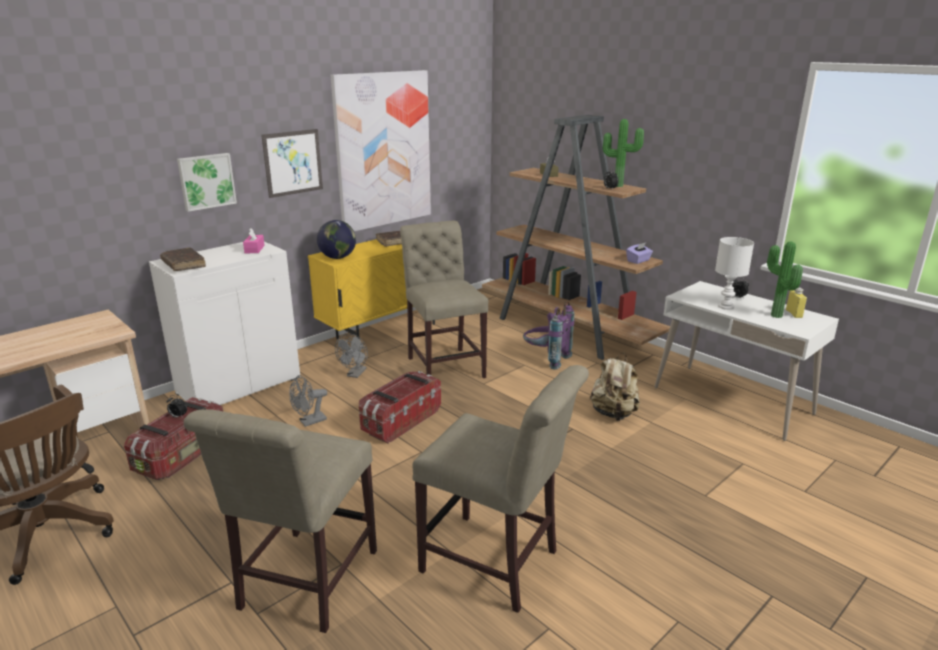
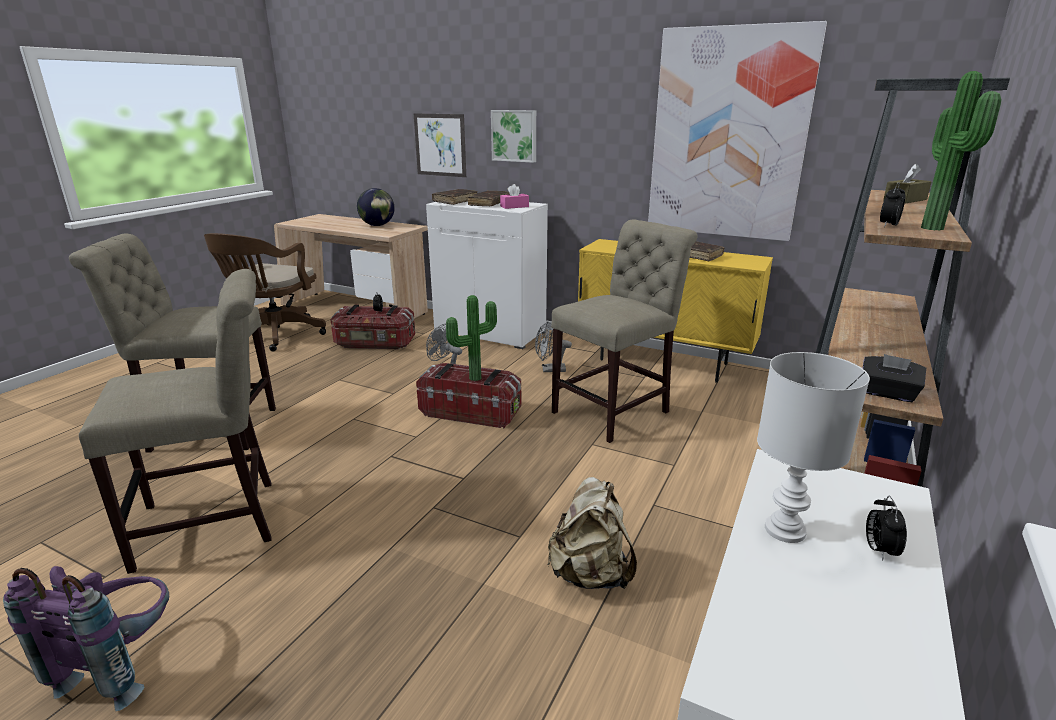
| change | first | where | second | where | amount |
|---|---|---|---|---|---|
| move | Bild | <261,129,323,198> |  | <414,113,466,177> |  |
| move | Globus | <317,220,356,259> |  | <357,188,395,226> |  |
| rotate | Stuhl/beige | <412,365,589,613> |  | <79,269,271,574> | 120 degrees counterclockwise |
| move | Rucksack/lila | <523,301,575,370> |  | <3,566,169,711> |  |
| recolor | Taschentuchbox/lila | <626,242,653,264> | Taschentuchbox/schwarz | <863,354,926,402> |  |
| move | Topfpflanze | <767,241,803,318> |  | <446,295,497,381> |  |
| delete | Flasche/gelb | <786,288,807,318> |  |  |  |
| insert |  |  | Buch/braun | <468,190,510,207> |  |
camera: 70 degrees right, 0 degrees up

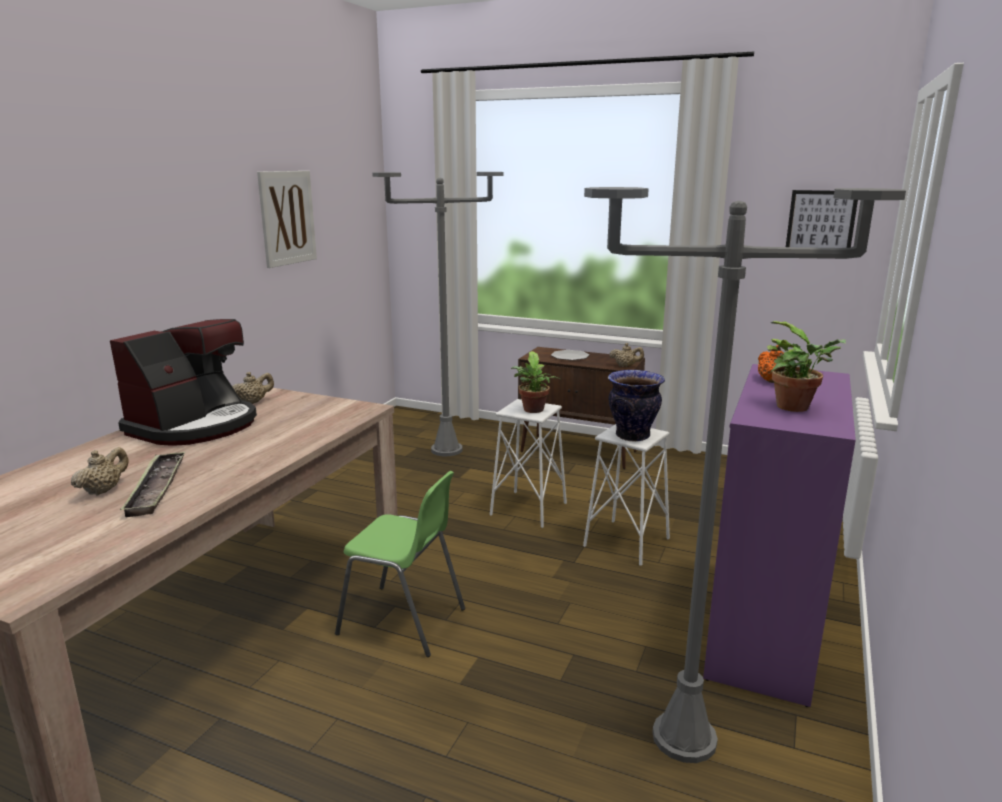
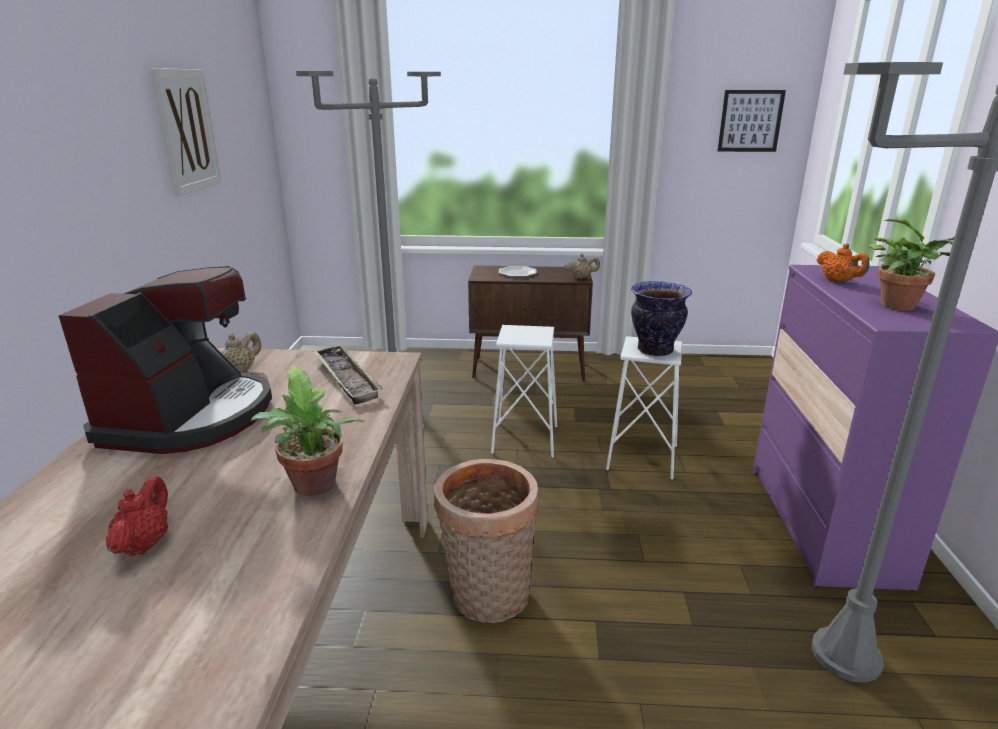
| change | first | where | second | where | amount |
|---|---|---|---|---|---|
| recolor | Teekanne/beige | <71,447,129,495> | Teekanne/rot | <106,475,168,556> |  |
| move | Tablett | <120,452,185,517> |  | <313,344,383,405> |  |
| replace | Stuhl/grün | <335,471,465,657> | Korb | <434,459,539,623> |  |
| move | Topfpflanze | <511,351,561,413> |  | <251,367,364,496> |  |
camera: 20 degrees left, 5 degrees up

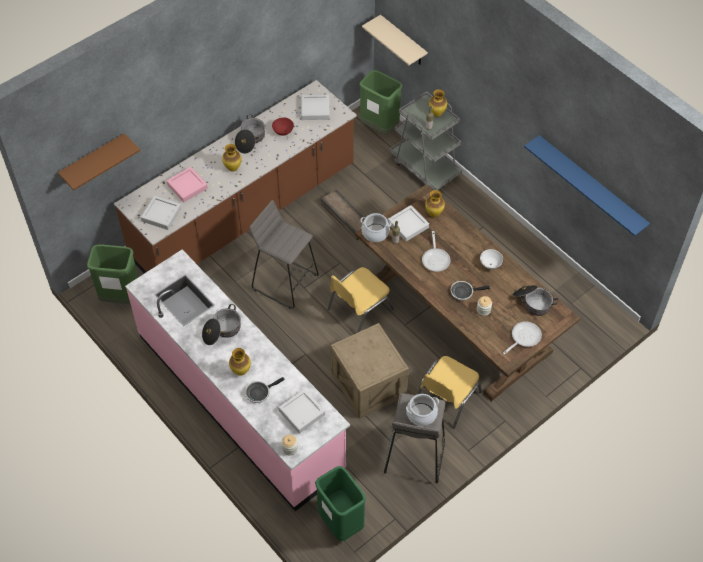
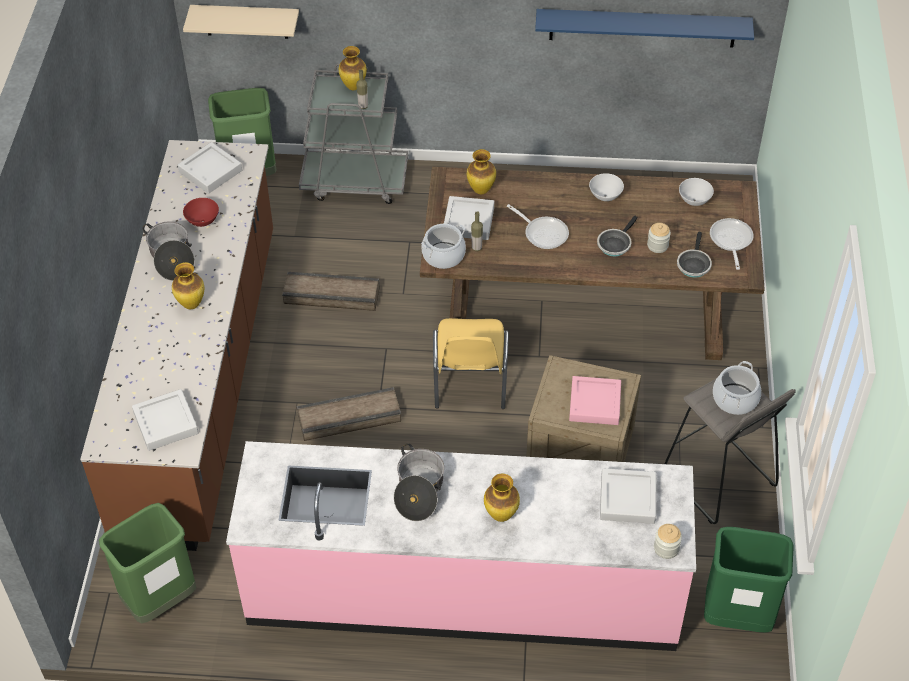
| change | first | where | second | where | amount |
|---|---|---|---|---|---|
| delete | Wandregal/braun | <58,133,140,190> |  |  |  |
| move | Tablett/rosa | <167,167,208,203> |  | <569,376,621,425> |  |
| move | Pfanne | <245,377,285,403> |  | <677,231,712,278> |  |
| replace | Hocker/grau | <249,200,319,309> | Kiste | <297,387,401,441> |  |
| delete | Stuhl/gelb | <418,356,482,429> |  |  |  |
| replace | Kochtopf | <512,285,558,316> | Schüssel/weiß | <679,178,714,206> |  |
camera: 45 degrees left, 5 degrees down

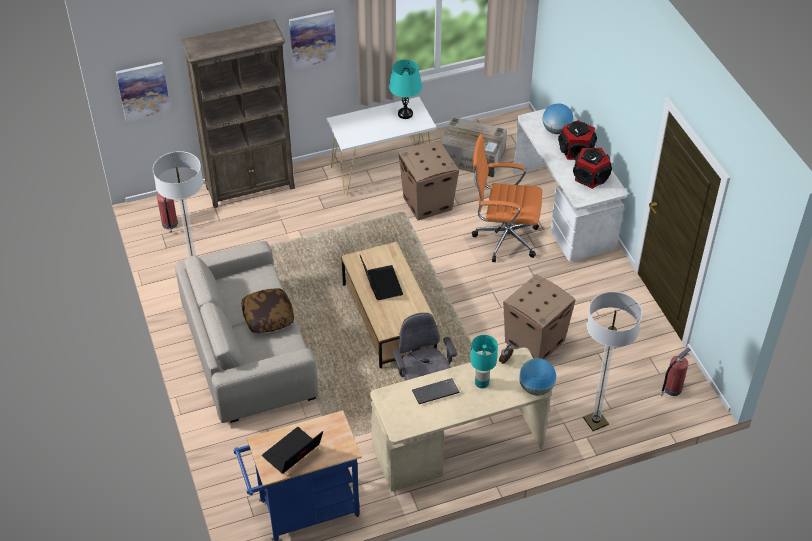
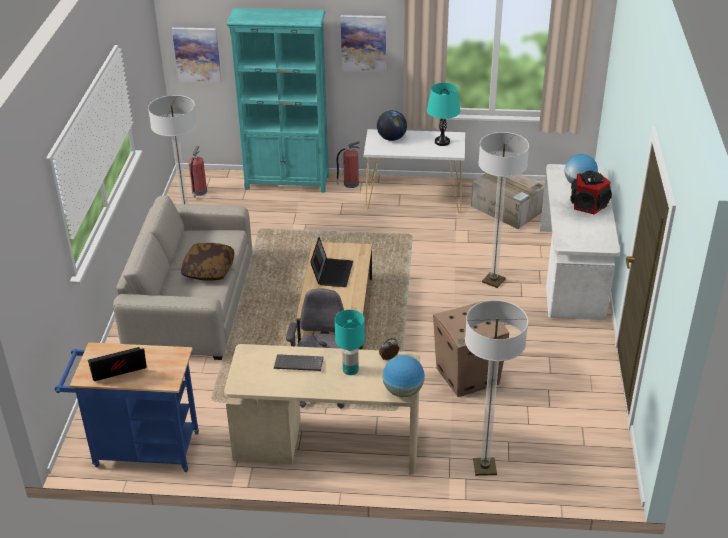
| change | first | where | second | where | amount |
|---|---|---|---|---|---|
| recolor | Bücherregal/braun | <180,19,295,208> | Bücherregal/türkis | <226,8,329,193> |  |
| delete | Karton | <399,141,459,220> |  |  |  |
| replace | Bürostuhl/orange | <472,134,542,262> | Stehlampe | <478,132,529,288> |  |
| delete | Lautsprecher | <573,148,612,189> |  |  |  |
| move | Feuerlöscher | <660,348,690,396> |  | <336,141,360,188> |  |
| insert |  |  | Globus | <377,110,407,141> |  |
camera: 25 degrees right, 10 degrees down

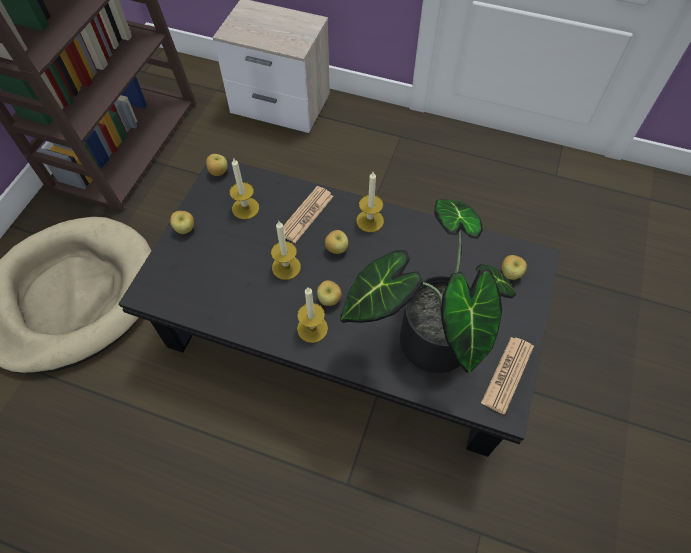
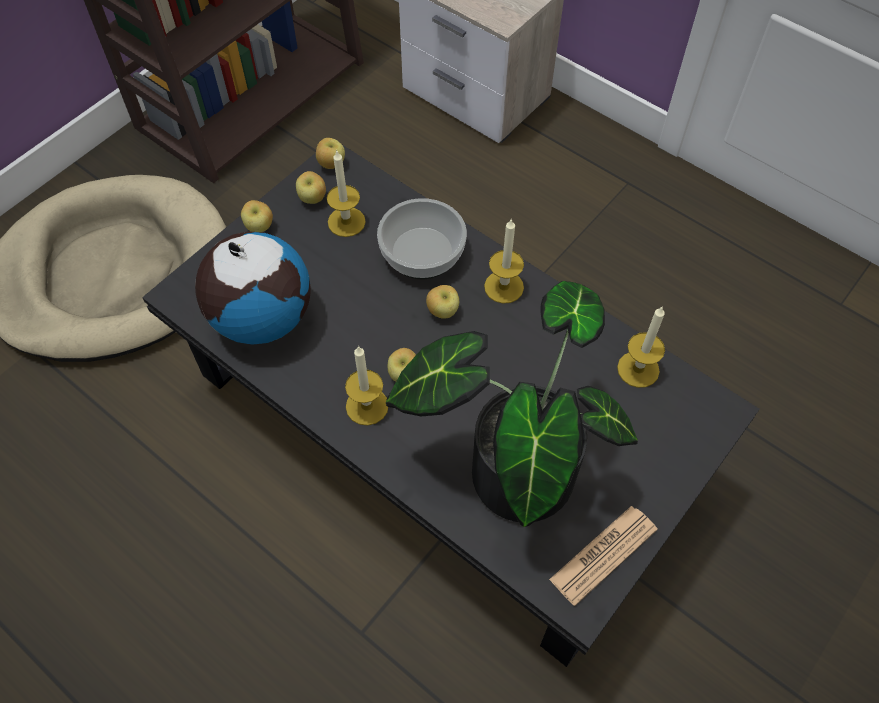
| change | first | where | second | where | amount |
|---|---|---|---|---|---|
| move | Kerze | <271,220,301,280> |  | <617,307,665,388> |  |
| replace | Zeitung | <283,186,334,243> | Schüssel | <377,198,467,279> |  |
| move | Apfel | <502,255,527,280> |  | <296,171,326,204> |  |
| insert |  |  | Globus | <195,231,311,345> |  |
camera: 20 degrees right, 0 degrees up

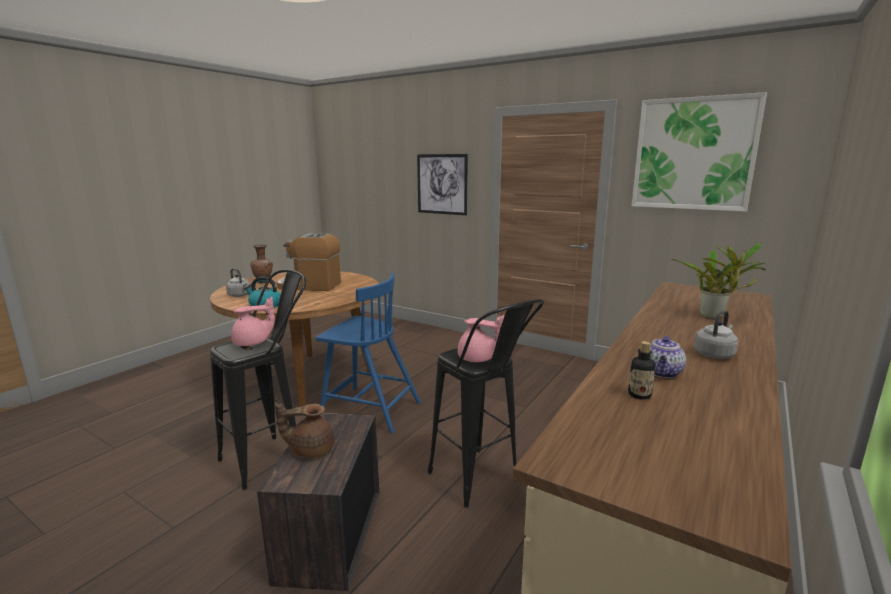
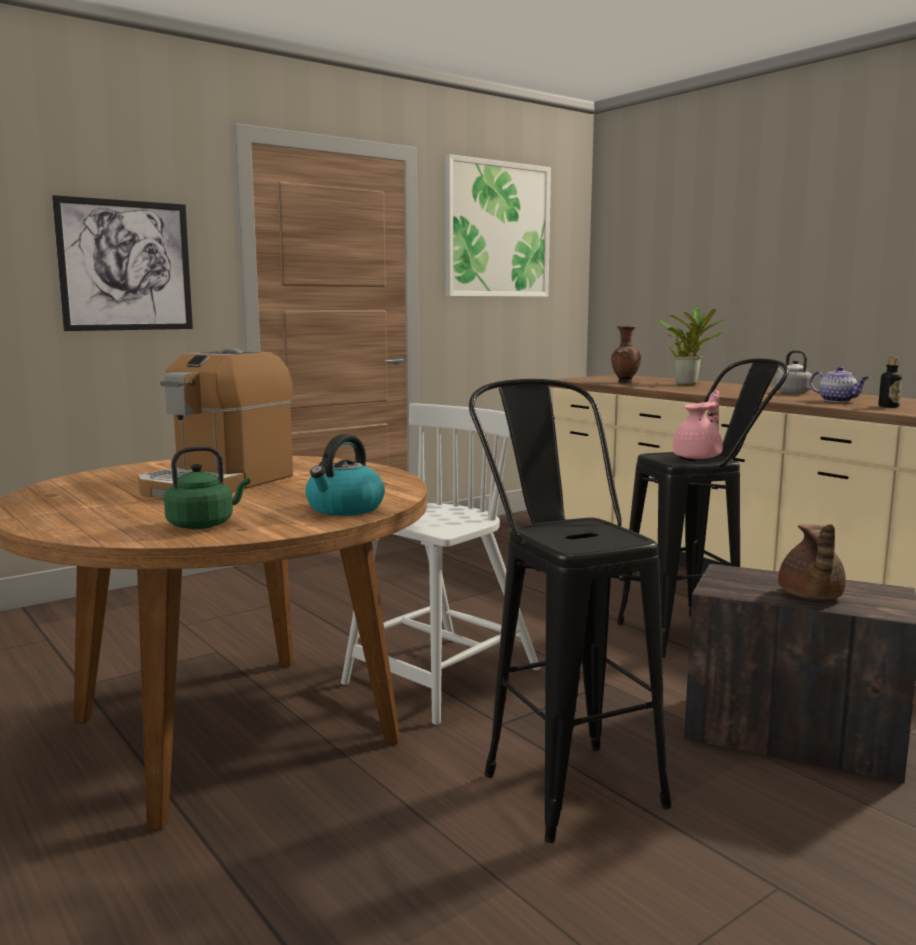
| change | first | where | second | where | amount |
|---|---|---|---|---|---|
| recolor | Wasserkessel/grau | <226,268,251,297> | Wasserkessel/grün | <164,446,250,529> |  |
| delete | Teekanne/rosa | <231,297,275,346> |  |  |  |
| move | Vase/braun | <250,244,273,284> |  | <611,326,641,383> |  |
| recolor | Stuhl/blau | <316,273,421,433> | Stuhl/weiß | <341,403,540,725> |  |
camera: 70 degrees left, 5 degrees down

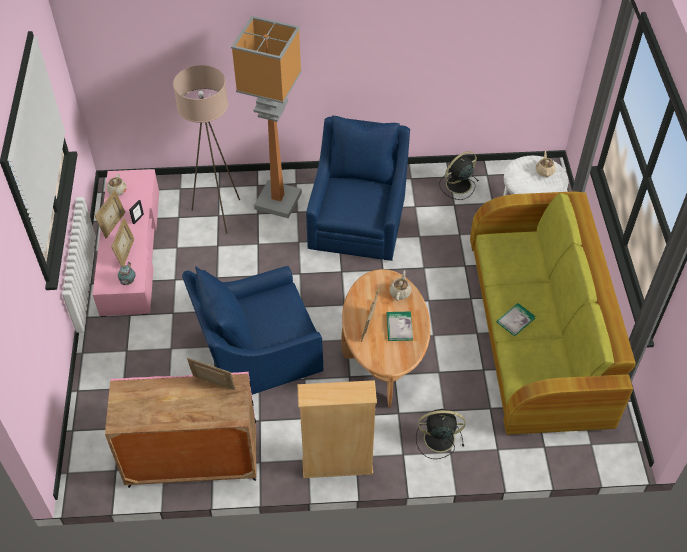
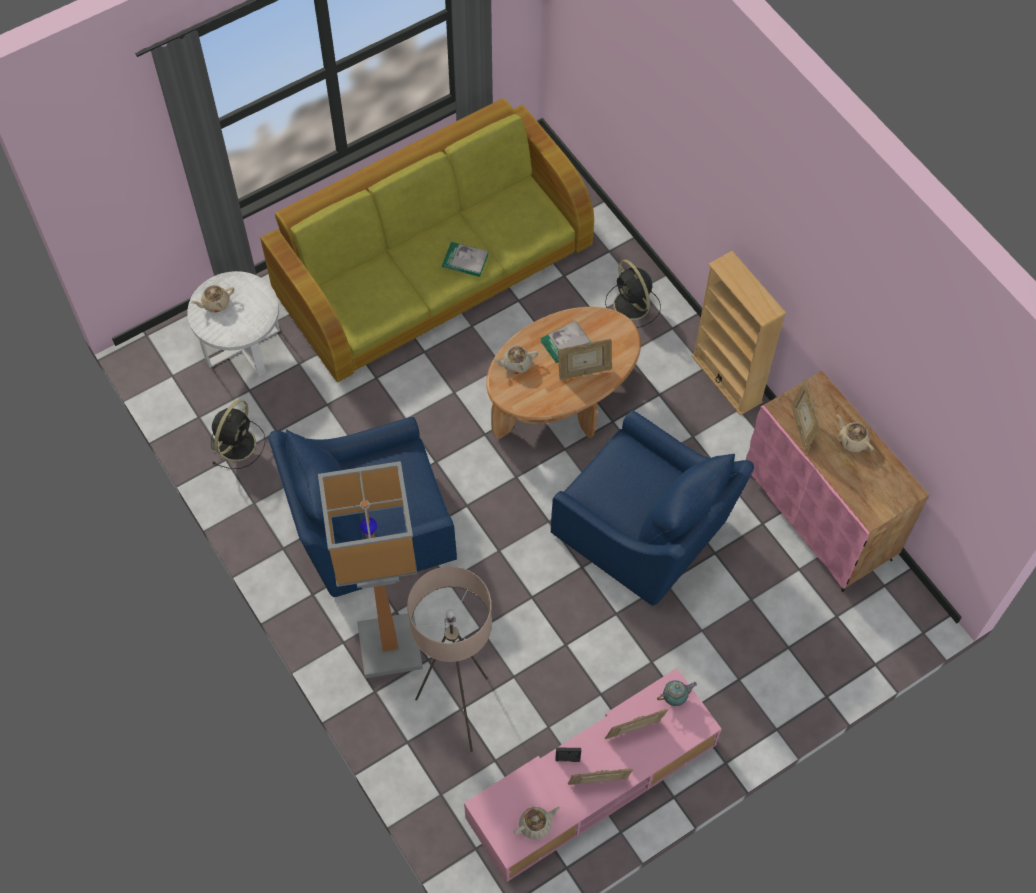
| change | first | where | second | where | amount |
|---|---|---|---|---|---|
| rotate | Ventilator/schwarz | <439,151,479,200> |  | <211,400,266,469> | 90 degrees counterclockwise |
| insert |  |  | Teekanne/beige | <837,414,873,452> |  |
camera: 120 degrees left, 10 degrees up

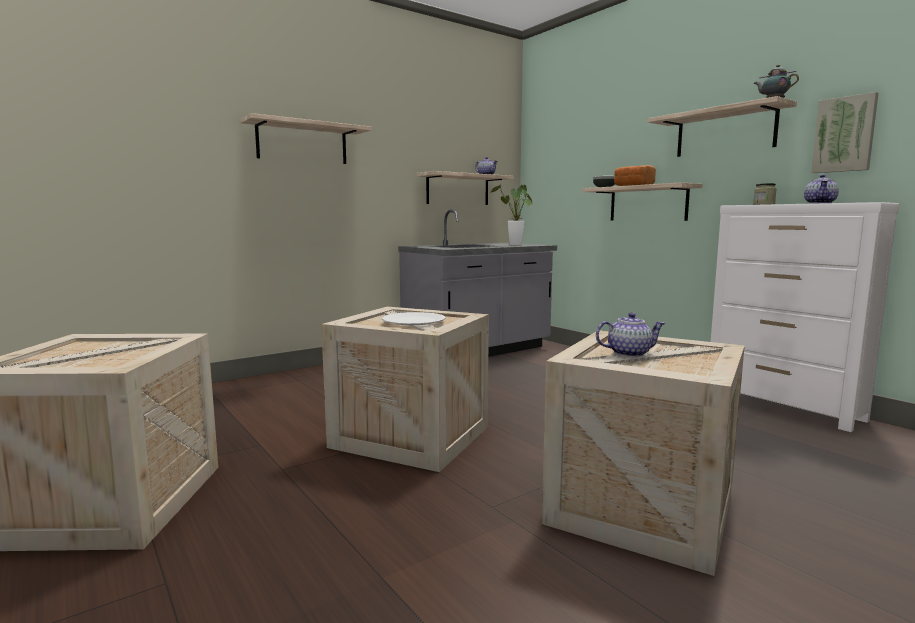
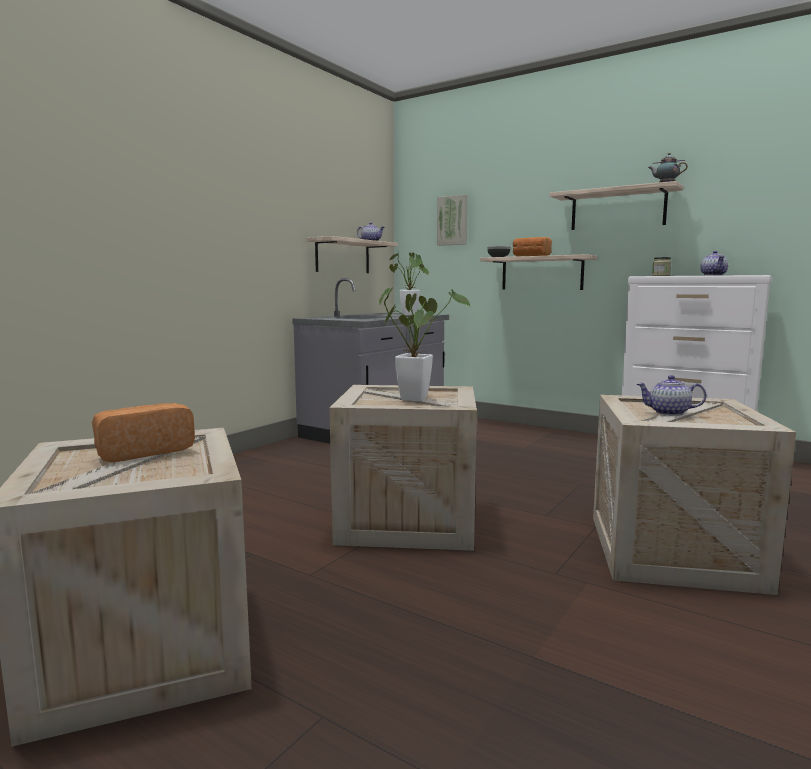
| change | first | where | second | where | amount |
|---|---|---|---|---|---|
| delete | Wandregal | <240,113,372,164> |  |  |  |
| replace | Teller/weiß | <382,312,446,325> | Topfpflanze | <379,288,471,401> |  |
| rotate | Teekanne | <596,313,665,357> |  | <637,375,707,416> | 135 degrees counterclockwise |
| move | Bild | <811,92,878,173> |  | <437,195,468,246> |  |
| insert |  |  | Brot | <92,403,195,463> |  |
camera: 20 degrees left, 0 degrees up

